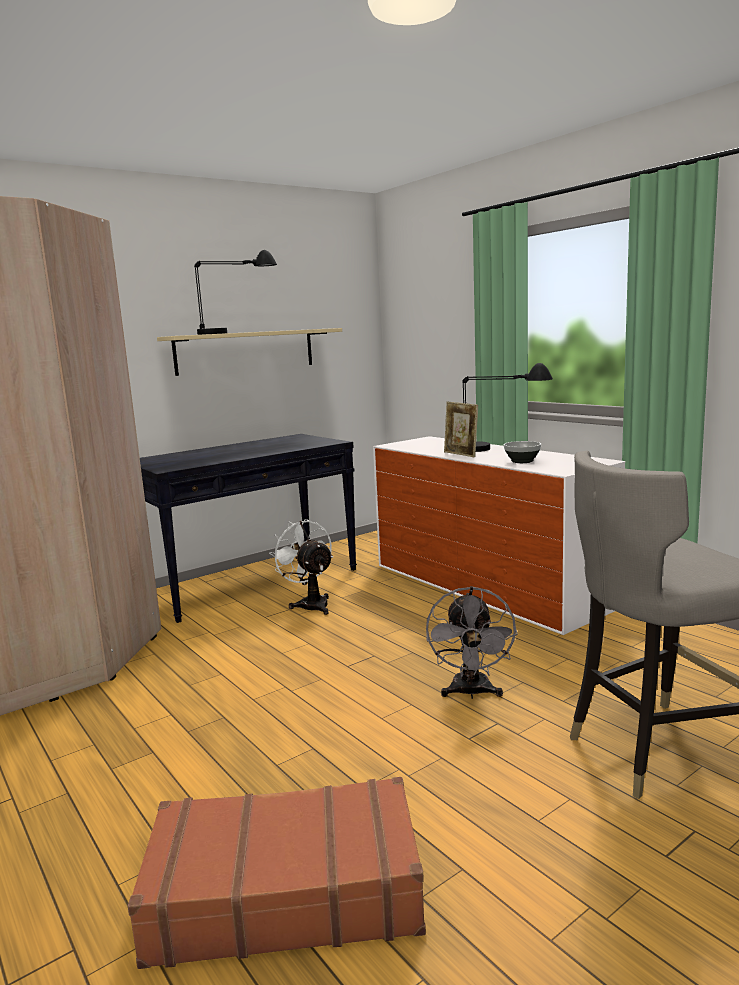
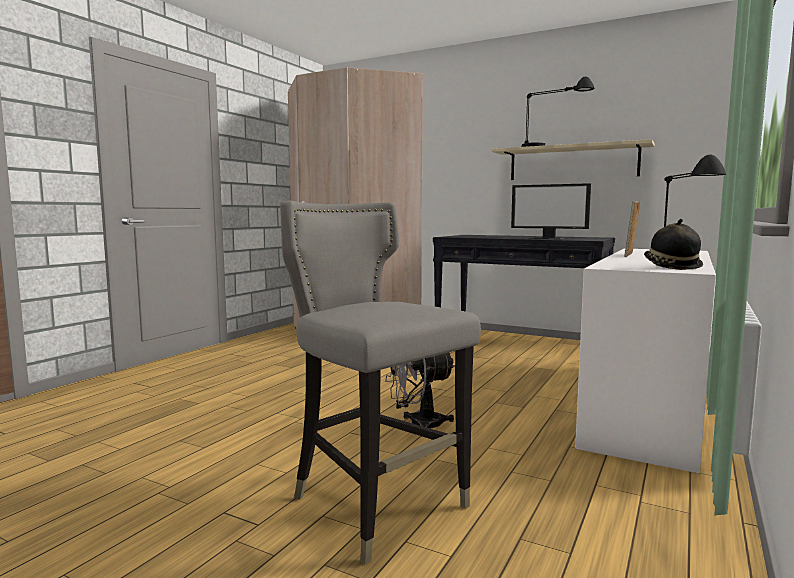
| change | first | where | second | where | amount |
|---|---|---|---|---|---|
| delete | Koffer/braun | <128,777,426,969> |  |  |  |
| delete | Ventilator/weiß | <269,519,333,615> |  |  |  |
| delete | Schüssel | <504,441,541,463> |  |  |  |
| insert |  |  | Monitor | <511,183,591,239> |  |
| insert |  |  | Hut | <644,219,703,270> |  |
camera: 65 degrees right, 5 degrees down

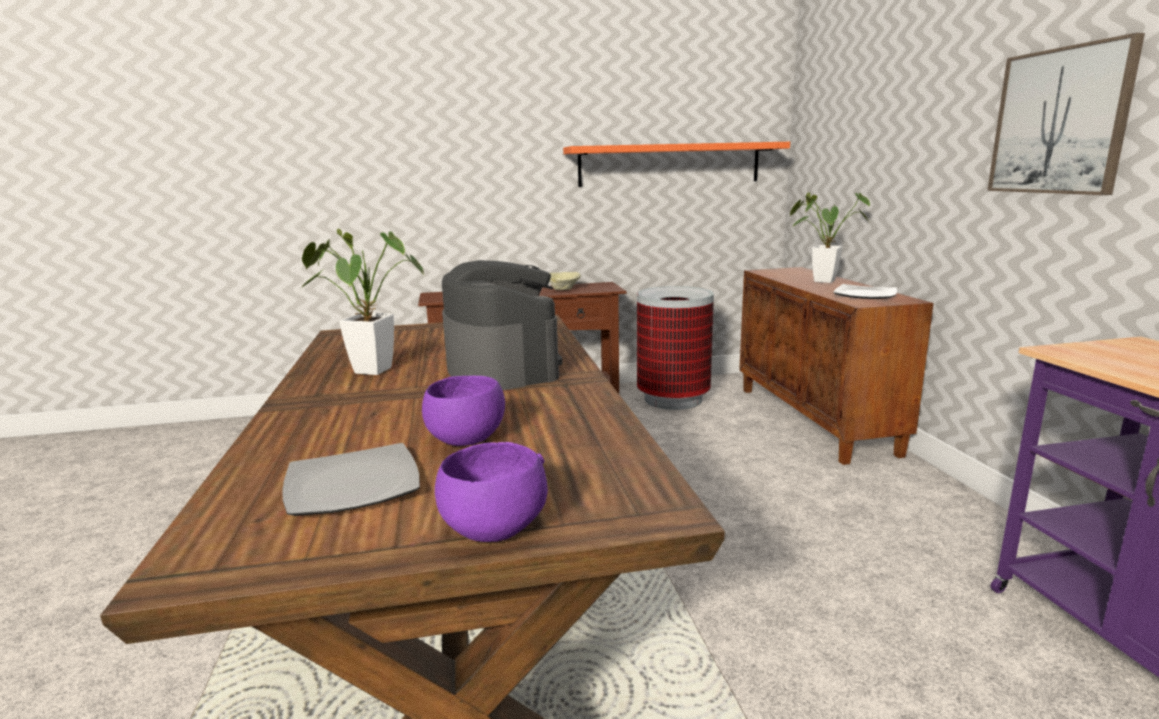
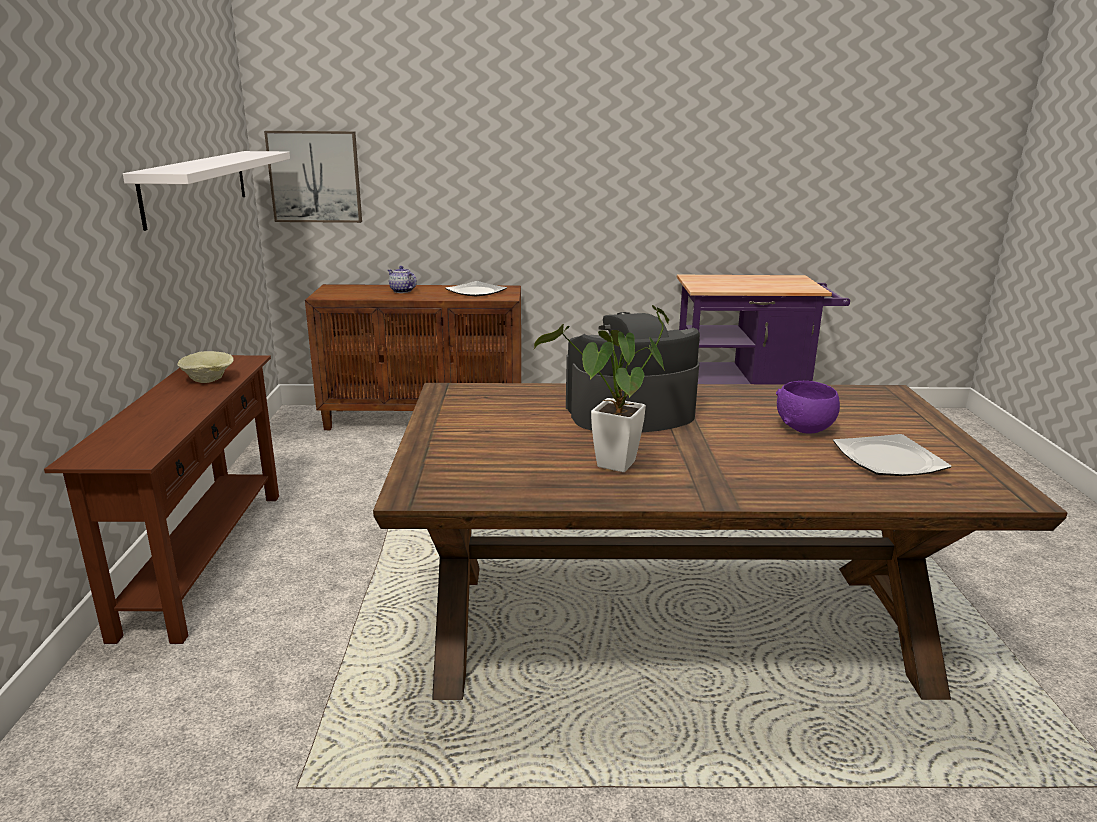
| change | first | where | second | where | amount |
|---|---|---|---|---|---|
| delete | Schüssel/lila | <435,442,548,542> |  |  |  |
| recolor | Wandregal/orange | <563,142,790,187> | Wandregal/weiß | <123,151,290,231> |  |
| delete | Mülleimer | <637,286,714,410> |  |  |  |
| replace | Topfpflanze | <789,193,870,283> | Teekanne | <388,266,417,293> |  |
| move | Bild | <987,33,1145,195> |  | <264,131,362,223> |  |
camera: 80 degrees left, 5 degrees up

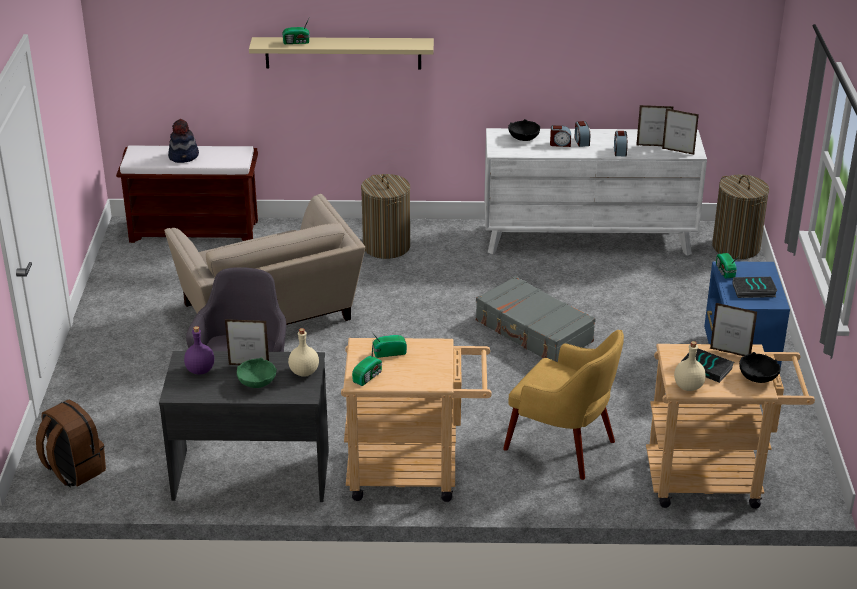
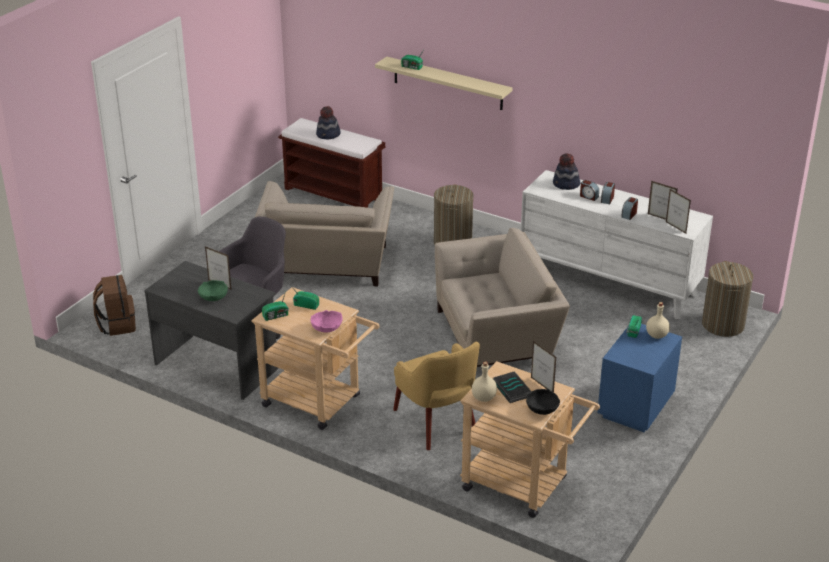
| change | first | where | second | where | amount |
|---|---|---|---|---|---|
| delete | Flasche/lila | <184,326,214,374> |  |  |  |
| move | Flasche/beige | <288,328,319,377> |  | <646,302,670,339> |  |
| replace | Koffer/grau | <476,276,596,362> | Sessel/beige | <435,228,570,367> |  |
| replace | Schüssel/schwarz | <508,119,540,141> | Hut | <553,153,581,190> |  |
| delete | Buch | <732,277,777,298> |  |  |  |
| insert |  |  | Schüssel/rosa | <311,310,342,332> |  |
camera: 30 degrees right, 0 degrees up

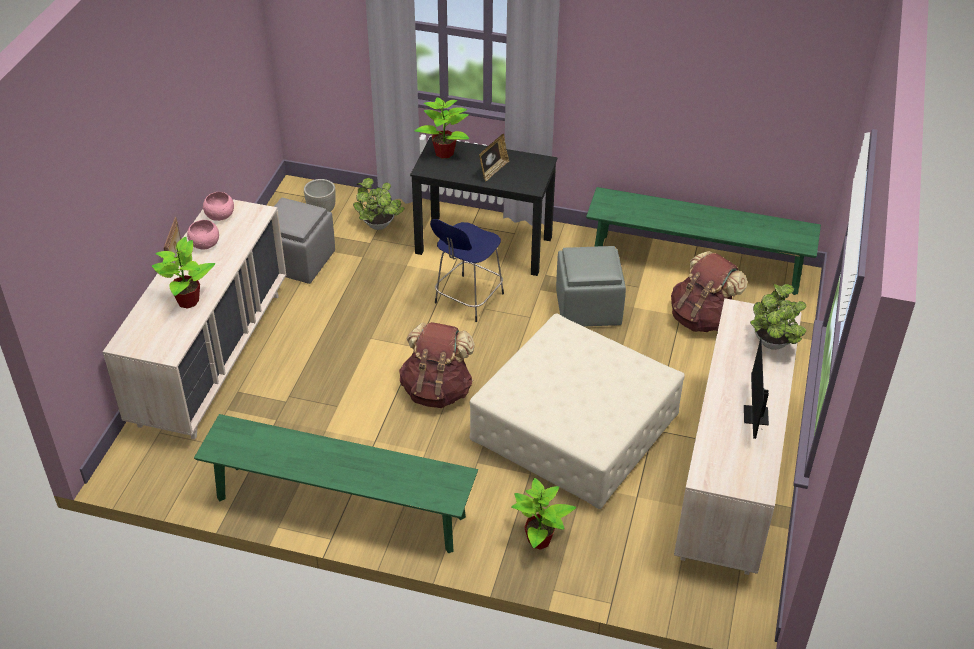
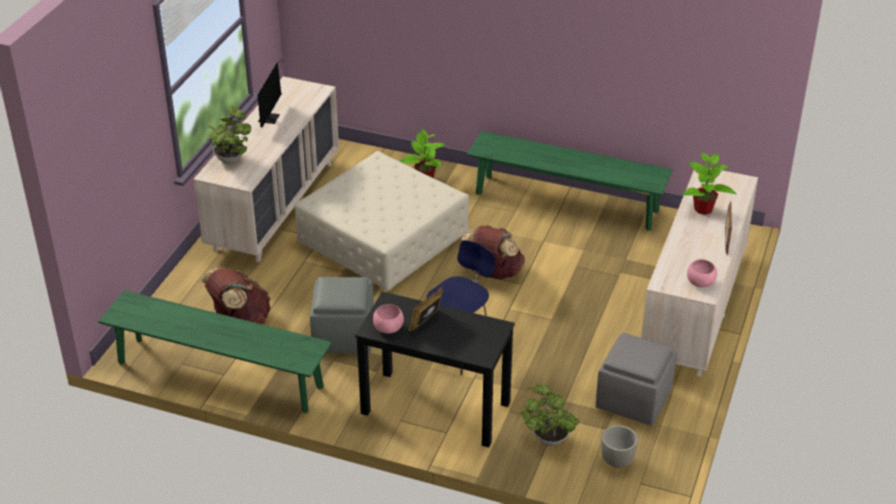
| change | first | where | second | where | amount |
|---|---|---|---|---|---|
| move | Schüssel/rosa | <187,220,219,249> |  | <373,304,404,334> |  |
| delete | Topfpflanze | <415,97,469,159> |  |  |  |
camera: 175 degrees left, 5 degrees down

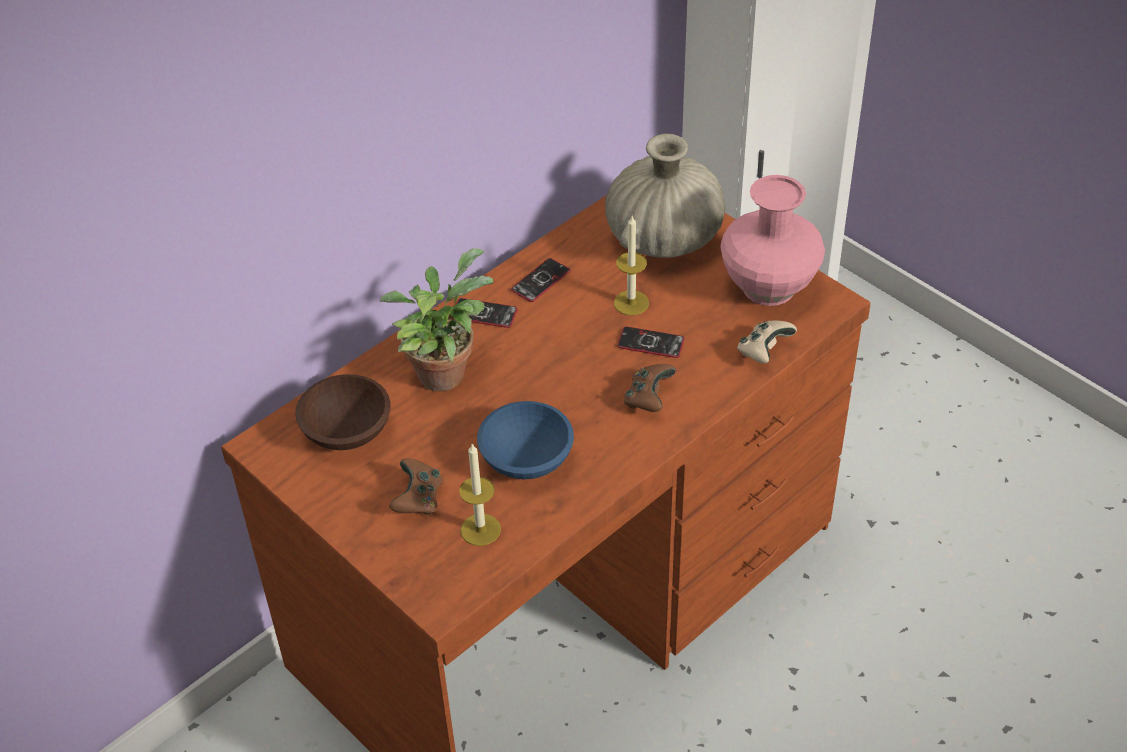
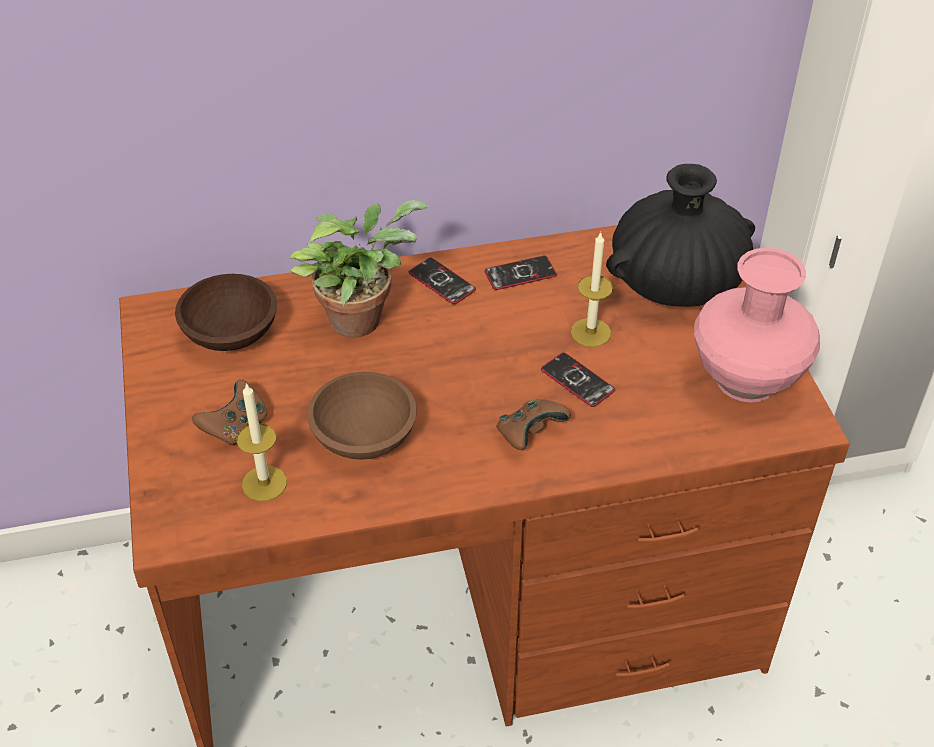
| change | first | where | second | where | amount |
|---|---|---|---|---|---|
| recolor | Schüssel/blau | <477,401,574,479> | Schüssel/braun | <307,372,417,460> |  |
| recolor | Vase/beige | <605,134,726,258> | Vase/schwarz | <606,164,755,307> |  |
| delete | Gamepad/beige | <737,321,797,364> |  |  |  |
camera: 30 degrees right, 0 degrees up

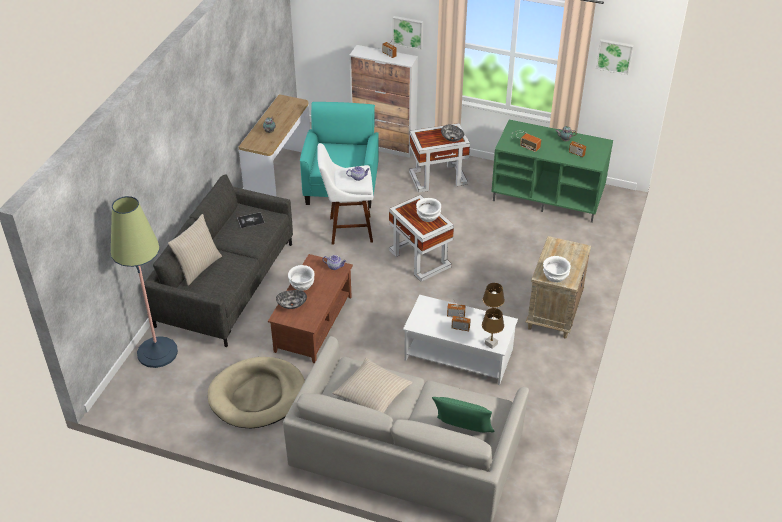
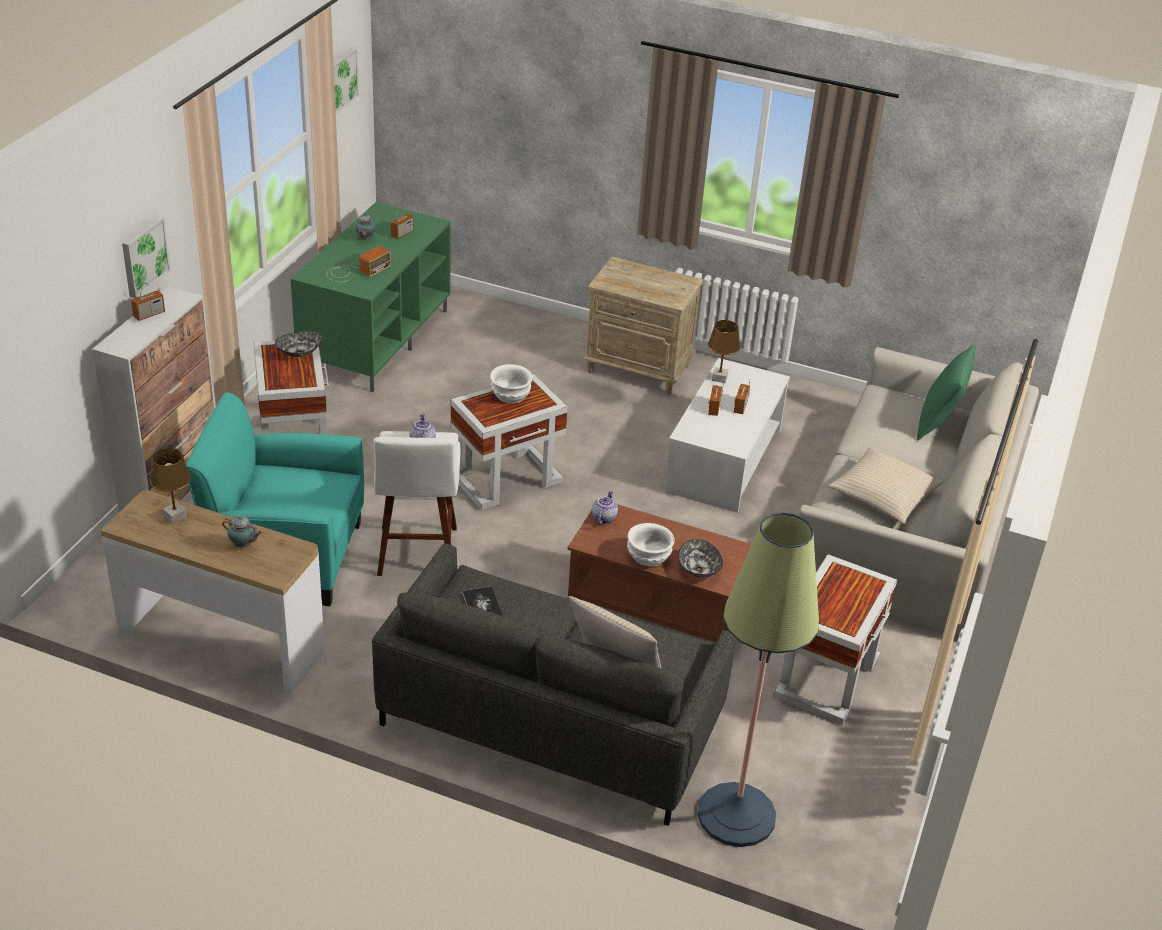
| change | first | where | second | where | amount |
|---|---|---|---|---|---|
| replace | Hundebett/beige | <208,357,305,428> | Beistelltisch/weiß | <773,554,897,725> |  |
| move | Tischlampe/braun | <482,308,504,349> |  | <150,448,191,524> |  |
| delete | Schüssel/weiß | <543,256,571,282> |  |  |  |
camera: 90 degrees left, 5 degrees down

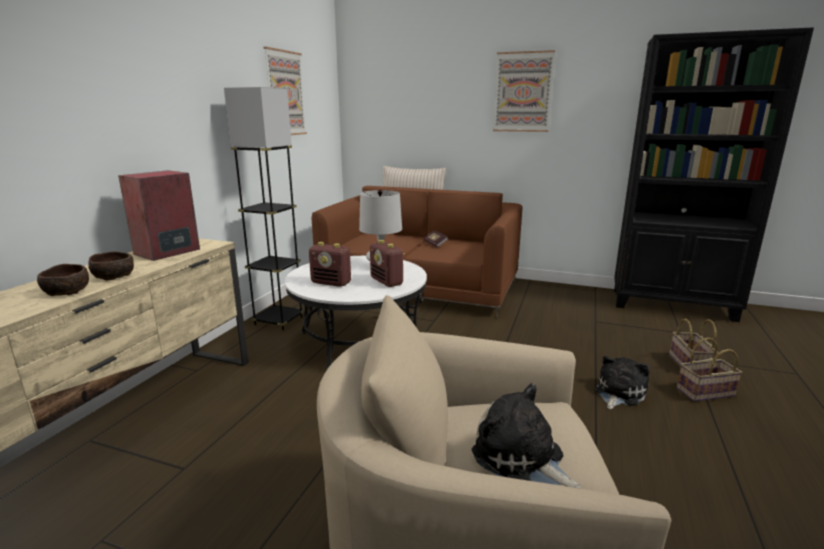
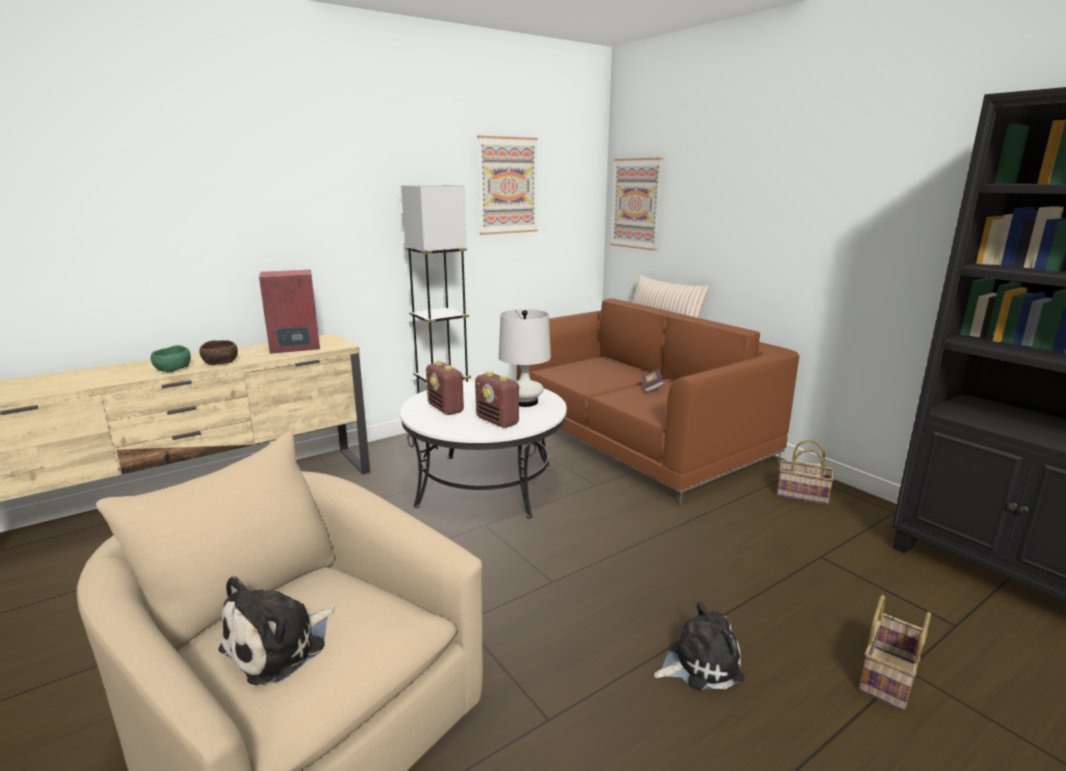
| change | first | where | second | where | amount |
|---|---|---|---|---|---|
| recolor | Schüssel/braun | <37,264,89,296> | Schüssel/grün | <151,345,191,372> |  |
| rotate | Radio | <370,240,405,287> |  | <475,371,520,428> | 45 degrees counterclockwise |
| rotate | Plüschtier | <472,384,581,488> |  | <218,576,335,685> | 135 degrees counterclockwise |
| move | Bild | <493,50,556,132> |  | <611,157,663,251> |  |
| move | Korb | <677,337,742,402> |  | <777,440,834,505> |  |
camera: 35 degrees right, 0 degrees up

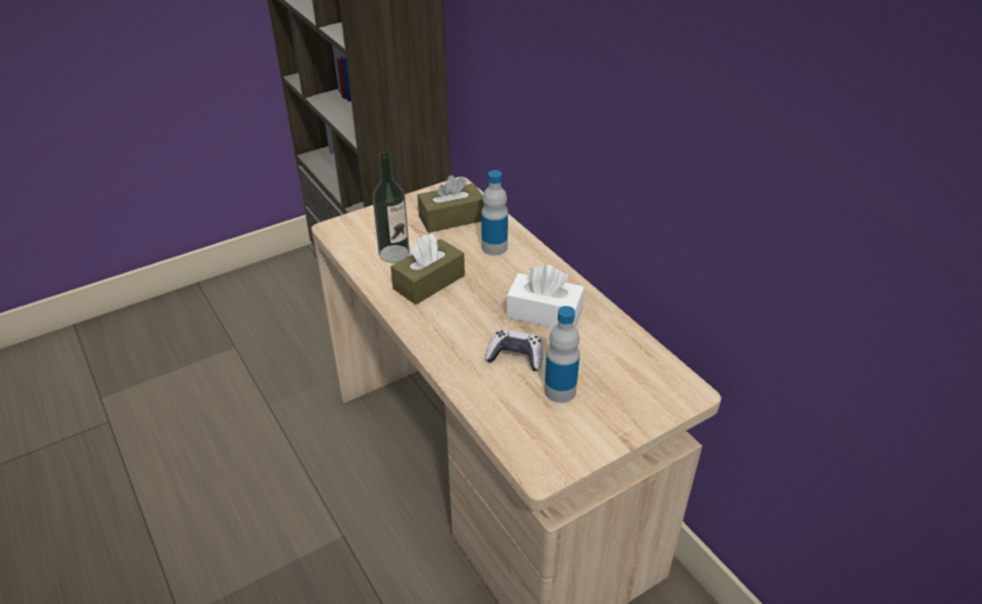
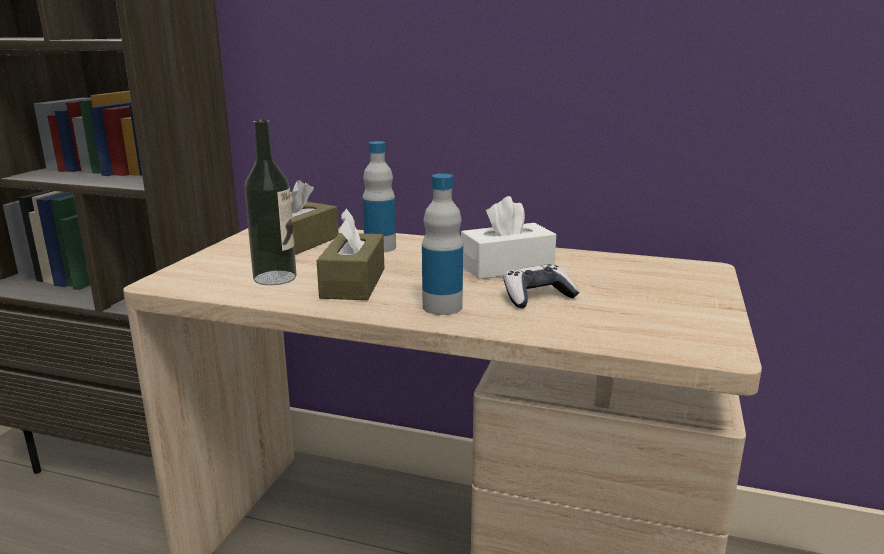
| change | first | where | second | where | amount |
|---|---|---|---|---|---|
| move | Flasche | <544,306,580,403> |  | <422,174,463,315> |  |
camera: 40 degrees left, 20 degrees down

